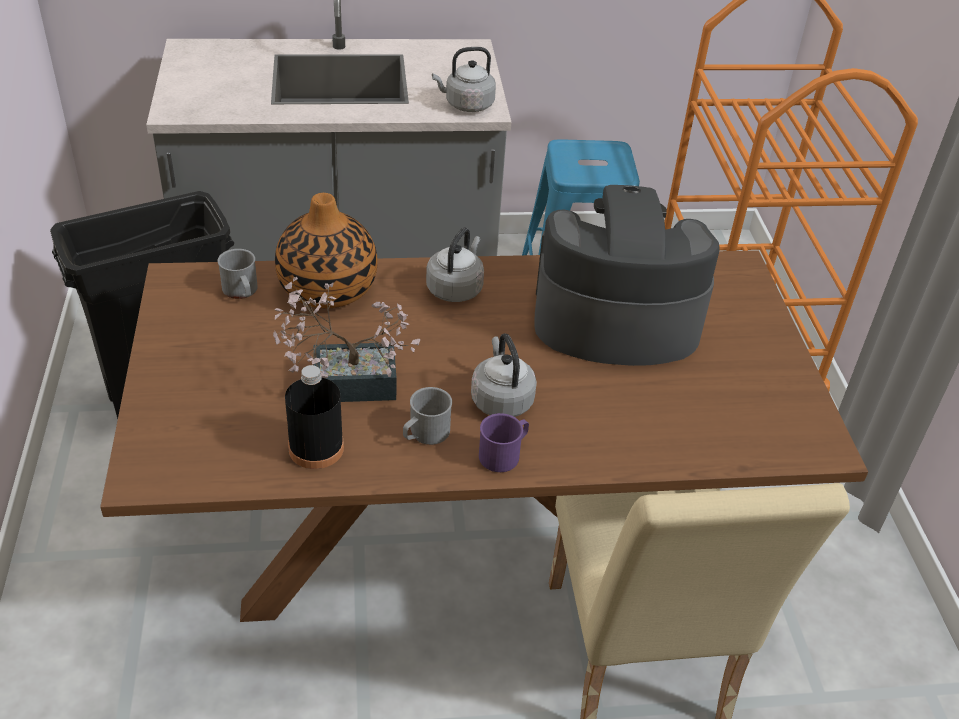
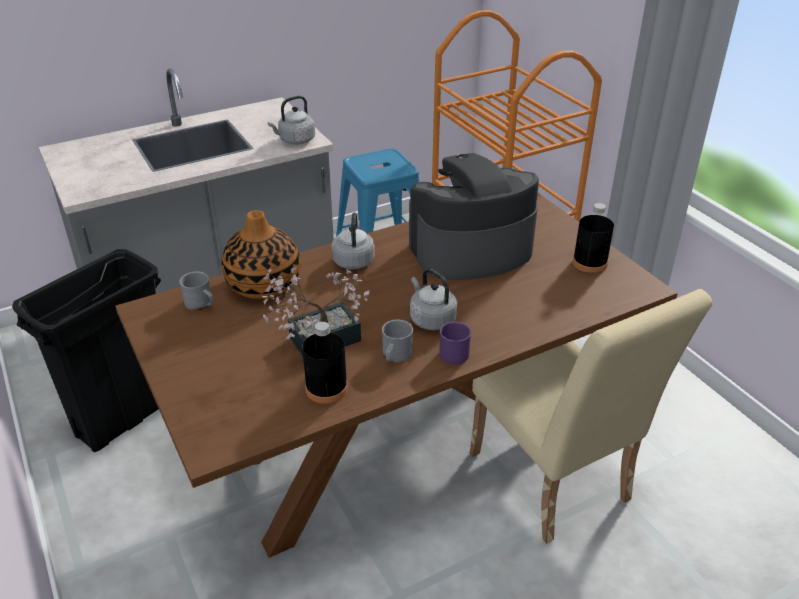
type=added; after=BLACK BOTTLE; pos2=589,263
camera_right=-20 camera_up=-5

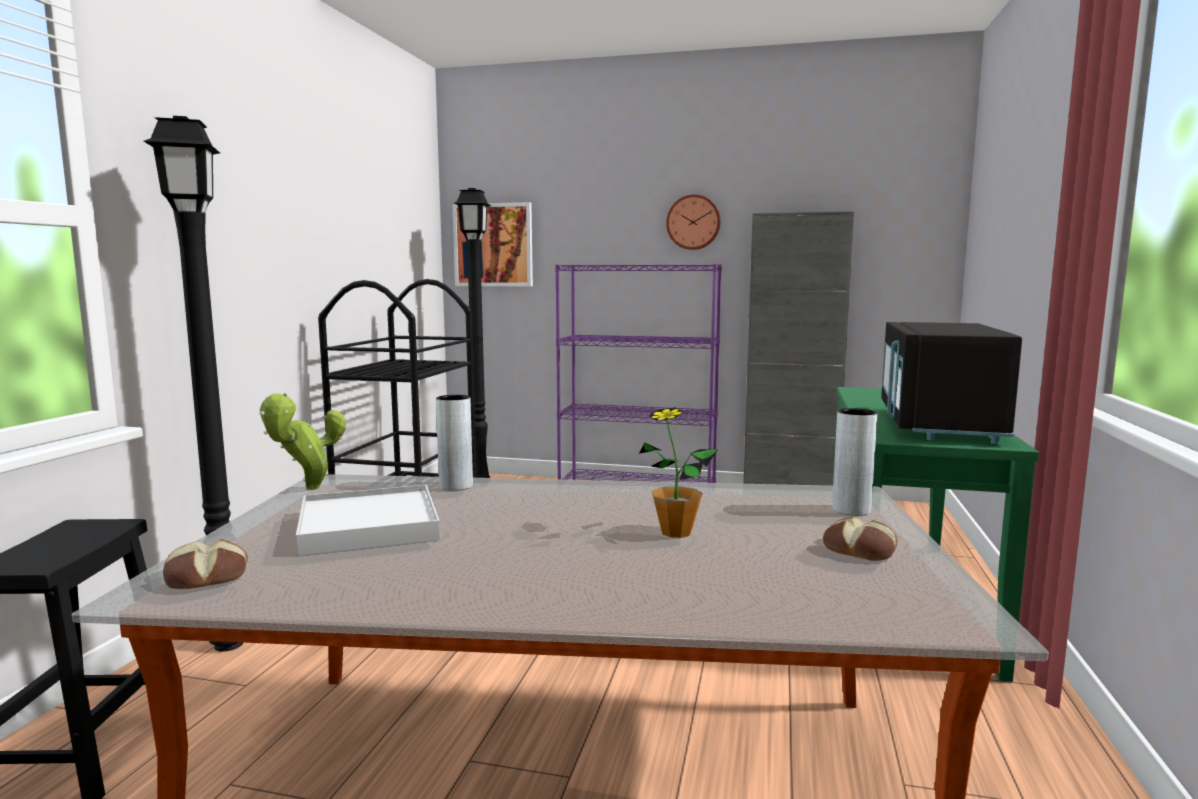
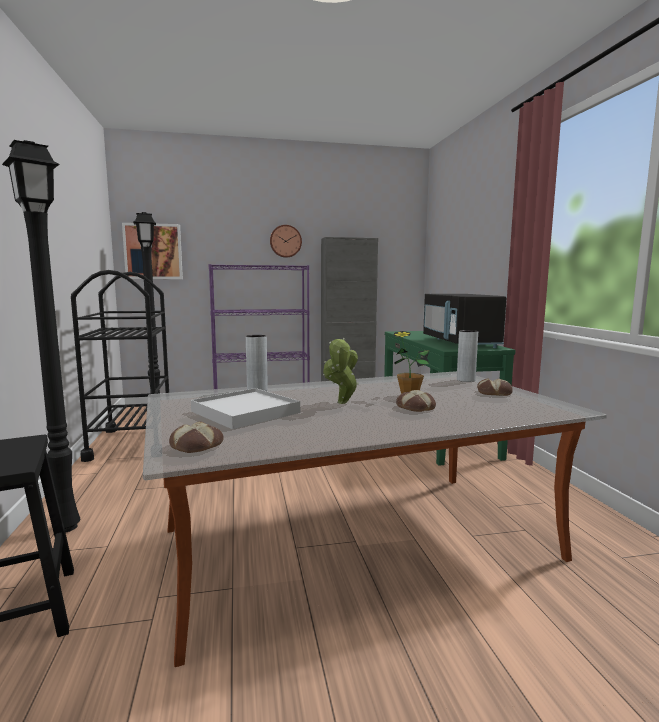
type=added; after=BREAD; pos2=414,407
type=moved; before=POTTED PLANT; pos1=308,489; pos2=341,403
camera_right=-25 camera_up=0

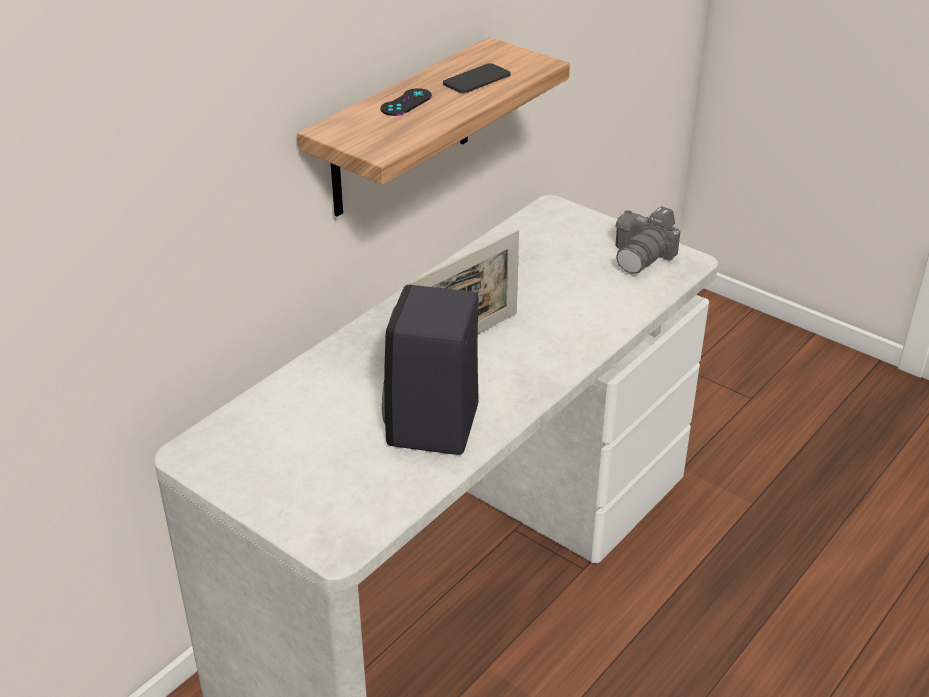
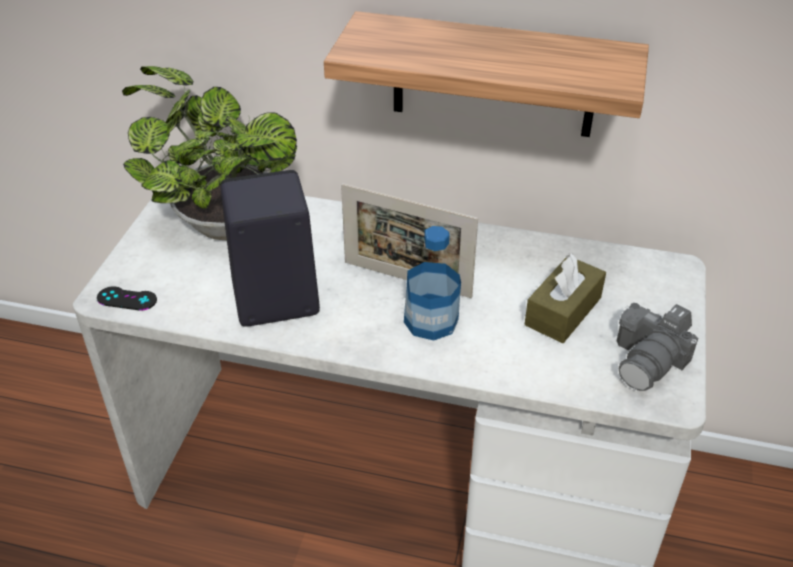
type=removed; before=PHONE; pos1=476,79
type=added; after=POTTED PLANT; pos2=221,222
type=added; after=BOTTLE; pos2=431,320
type=added; after=BROWN TISSUE BOX; pos2=563,311
type=moved; before=BLACK GAME CONTROLLER; pos1=406,102; pos2=127,299
type=turned; before=PHOTO CAMERA; pos1=643,256; pos2=649,360; turn=-60
camera_right=65 camera_up=5

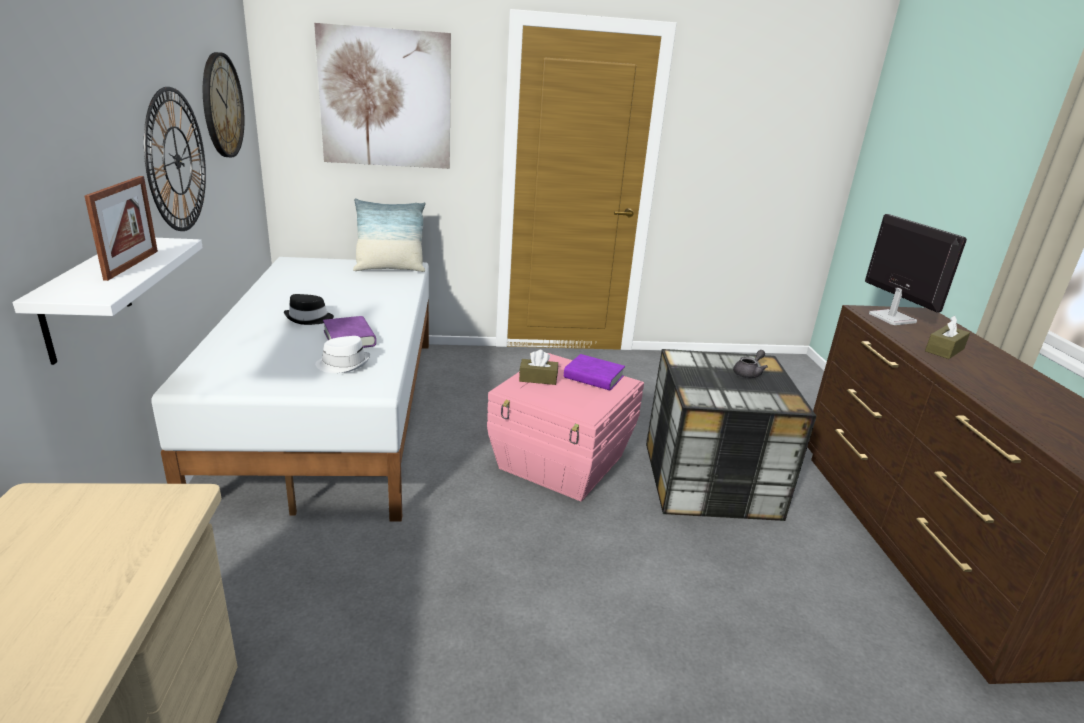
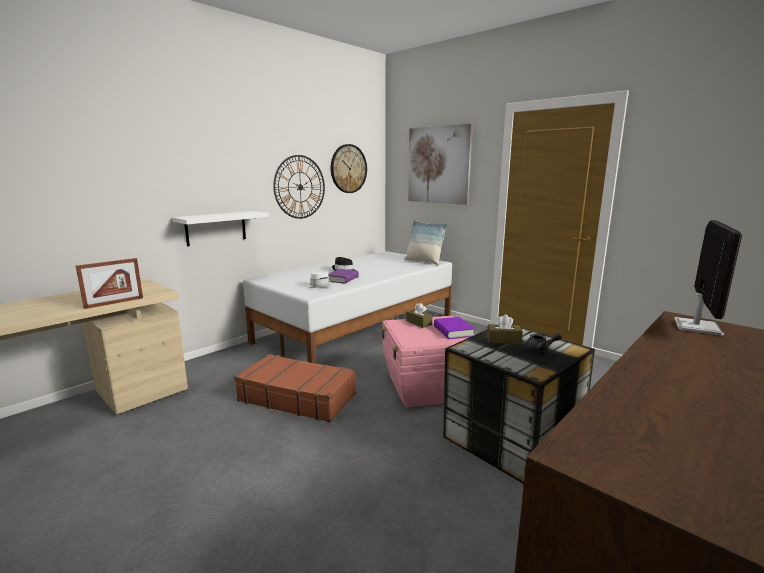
type=added; after=BROWN SUITCASE; pos2=297,397
type=moved; before=PICTURE FRAME; pos1=132,265; pos2=114,303
type=moved; before=BROWN TISSUE BOX; pos1=944,350; pos2=503,340
camera_right=50 camera_up=-10

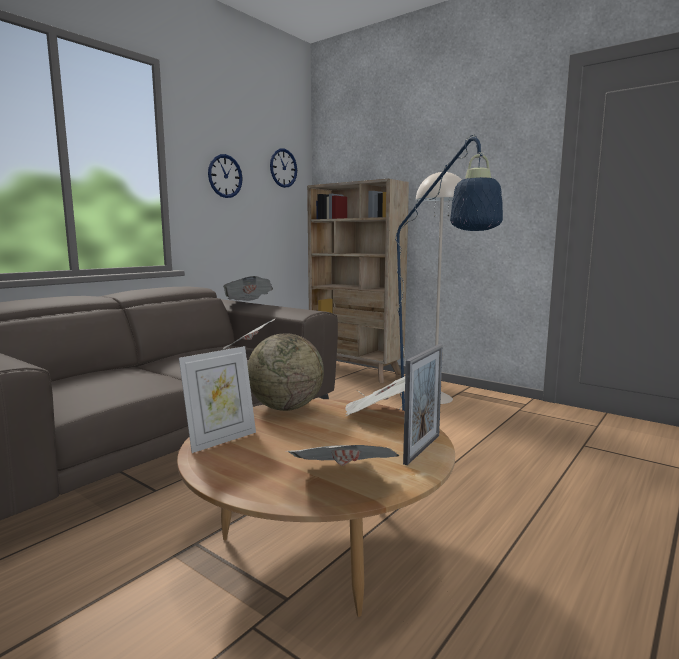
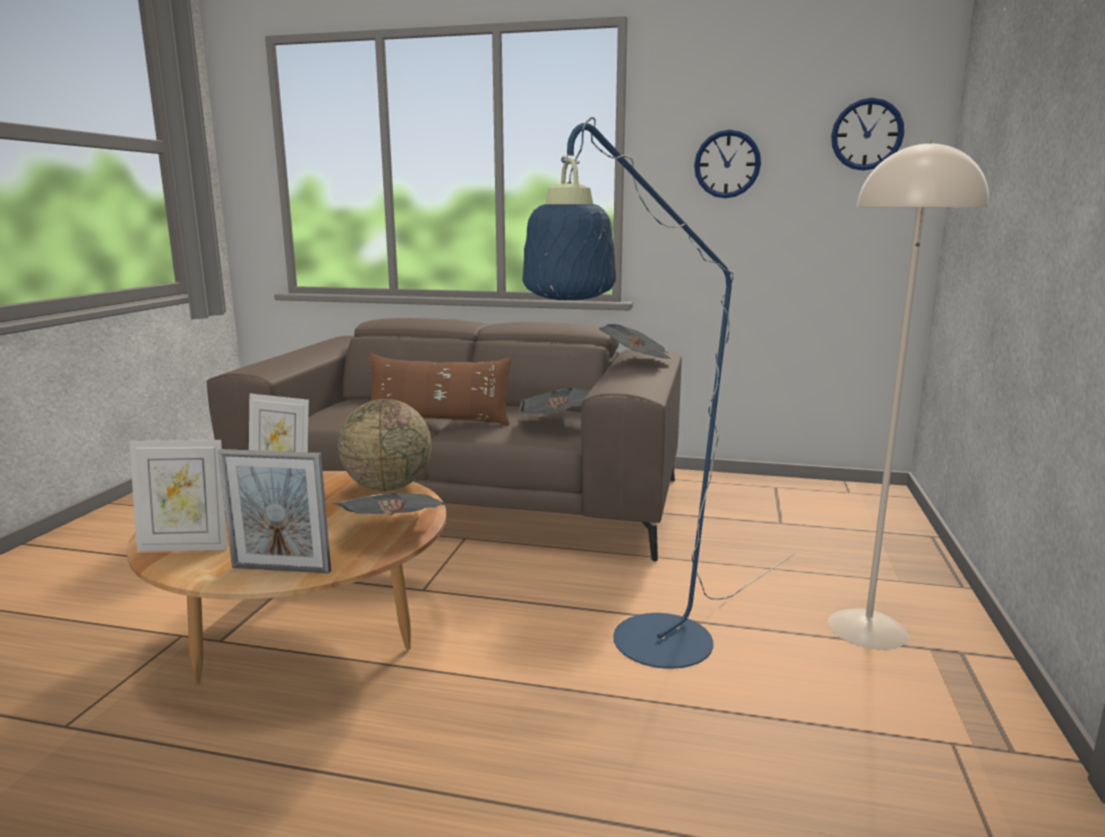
type=removed; before=BEIGE BOOKCASE; pos1=355,371
type=added; after=BROWN PILLOW; pos2=439,420
type=replaced; before=NEWSPAPER; after=PICTURE FRAME; pos1=343,483; pos2=185,546
camera_right=65 camera_up=5

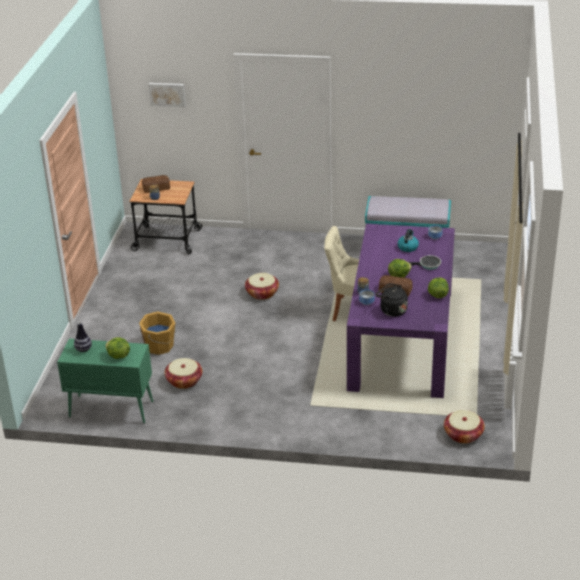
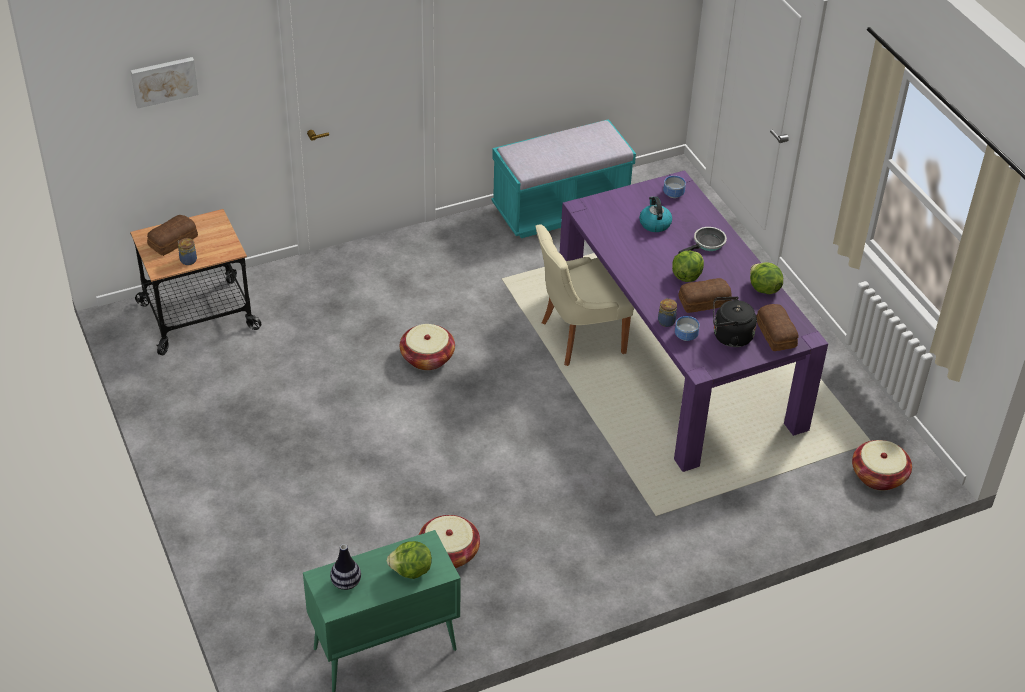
type=removed; before=ORANGE BUCKET; pos1=160,346
type=added; after=BREAD; pos2=776,333
camera_right=-35 camera_up=10

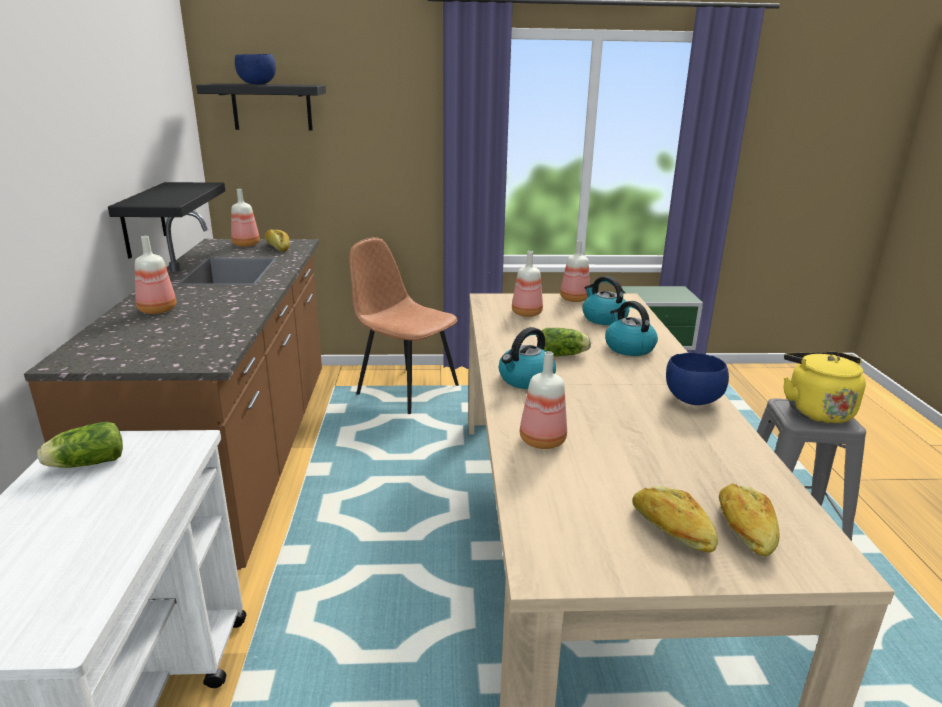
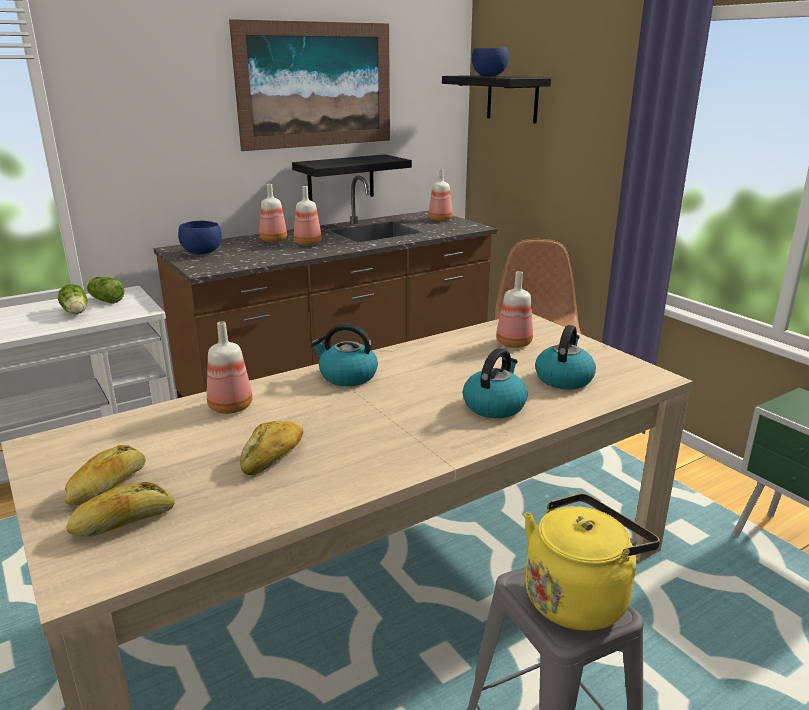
type=added; after=PICTURE; pos2=316,85
type=moved; before=BREAD; pos1=278,247; pos2=274,457
type=moved; before=LETTUCE; pos1=564,355; pos2=76,312
type=moved; before=BOTTLE; pos1=574,299; pos2=307,243
type=moved; before=BLUE BOWL; pos1=691,400; pos2=201,253
camera_right=60 camera_up=0

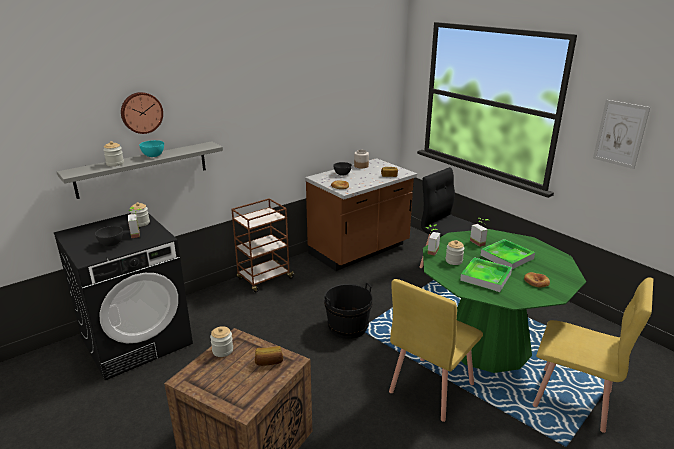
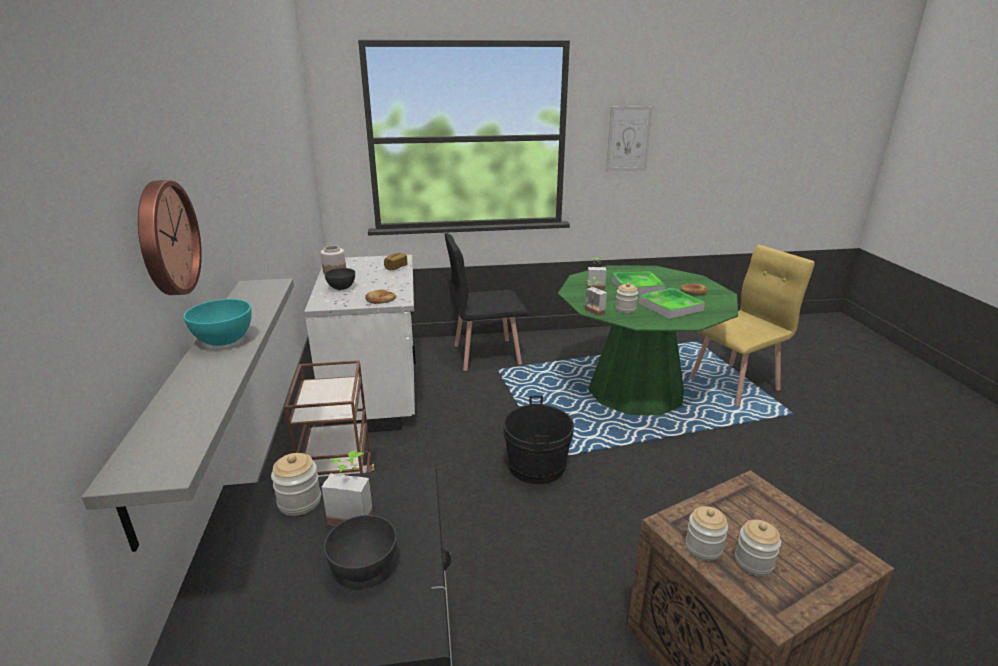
type=removed; before=BREAD; pos1=269,362
type=removed; before=YELLOW CHAIR; pos1=430,388
type=moved; before=JAR; pos1=115,163; pos2=753,562
type=recoloured; before=BROWN COUNTER; after=WHITE COUNTER; pos1=360,250; pos2=376,393
camera_right=-60 camera_up=0

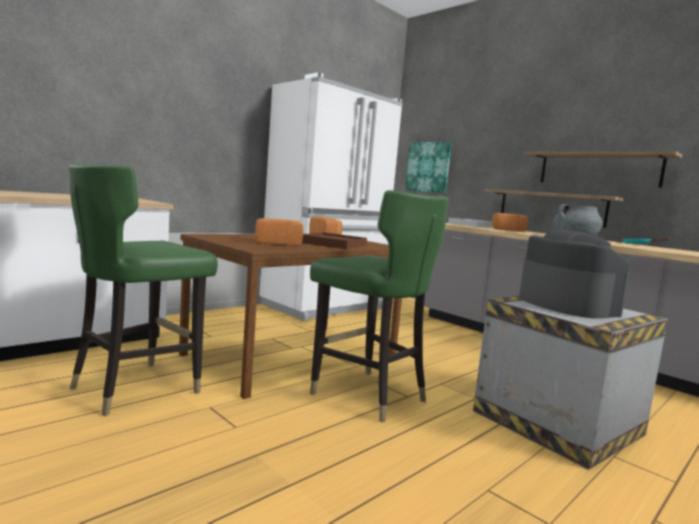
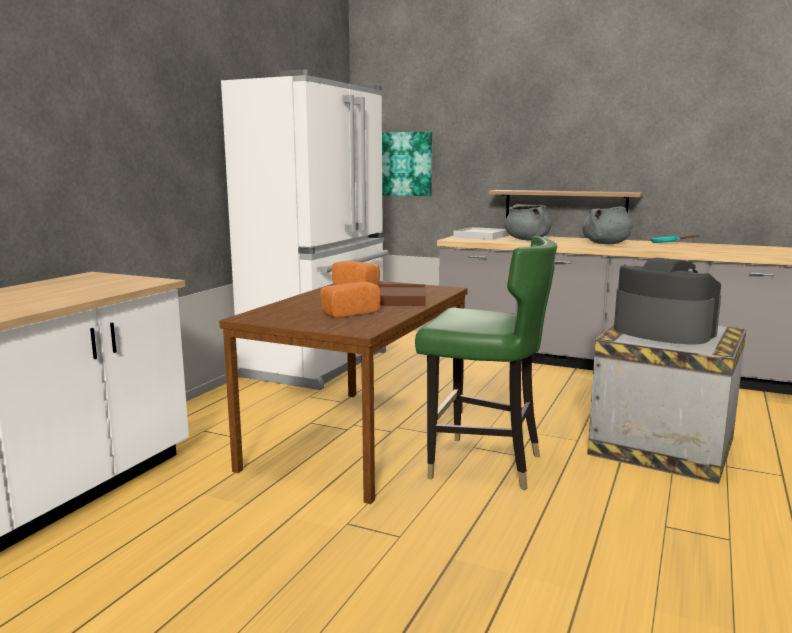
type=removed; before=GREEN CHAIR; pos1=136,388
type=removed; before=SHELF; pos1=598,169
type=replaced; before=BREAD; after=GREY COOKING POT; pos1=507,230; pos2=527,240
camera_right=-20 camera_up=5

